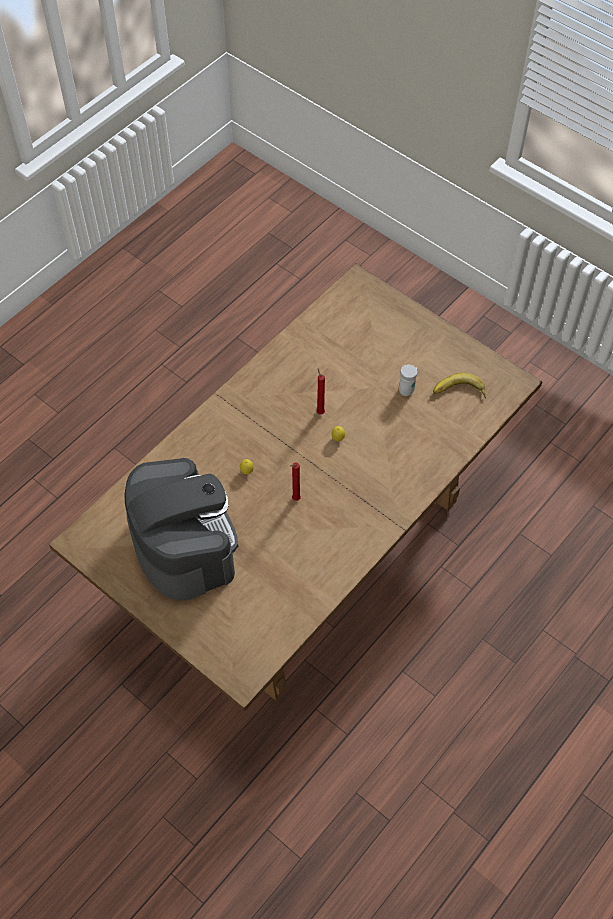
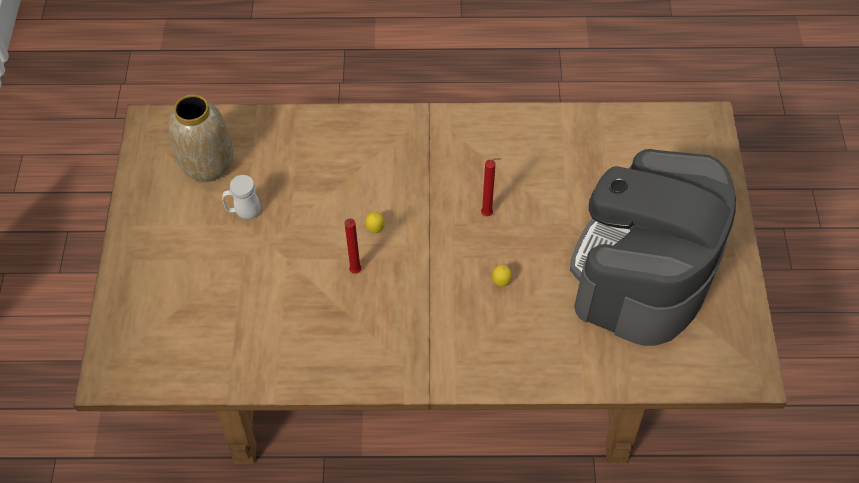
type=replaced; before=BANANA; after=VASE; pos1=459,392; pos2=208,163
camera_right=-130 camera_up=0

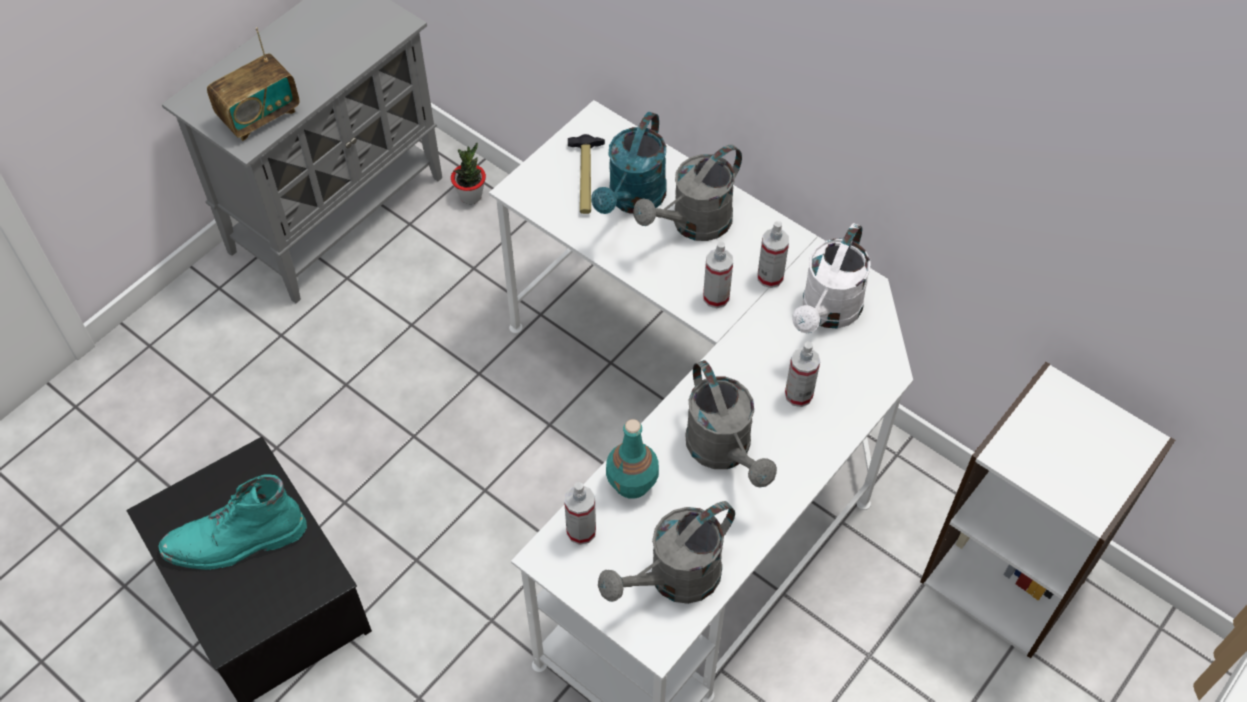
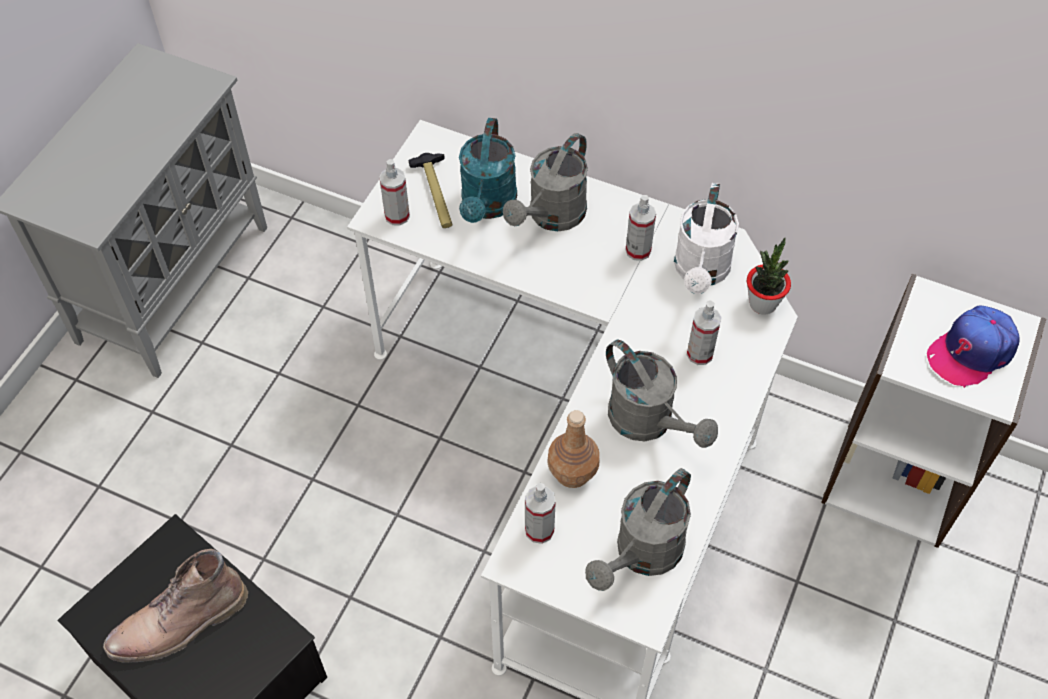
type=removed; before=RADIO; pos1=260,116
type=added; after=CAP; pos2=971,351
type=moved; before=POTTED PLANT; pos1=471,196; pos2=762,303
type=moved; before=SPRAY BOTTLE; pos1=716,297; pos2=397,216
type=recoloured; before=TURQUOISE BOOT; after=BROWN BOOT; pos1=234,542; pos2=179,624
type=recoloured; before=TURQUOISE BOTTLE; after=BROWN BOTTLE; pos1=632,483; pos2=573,472
camera_right=-15 camera_up=0

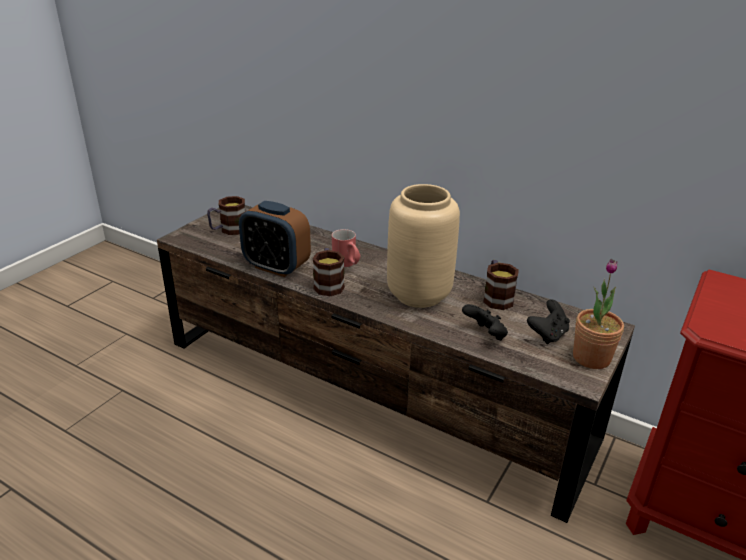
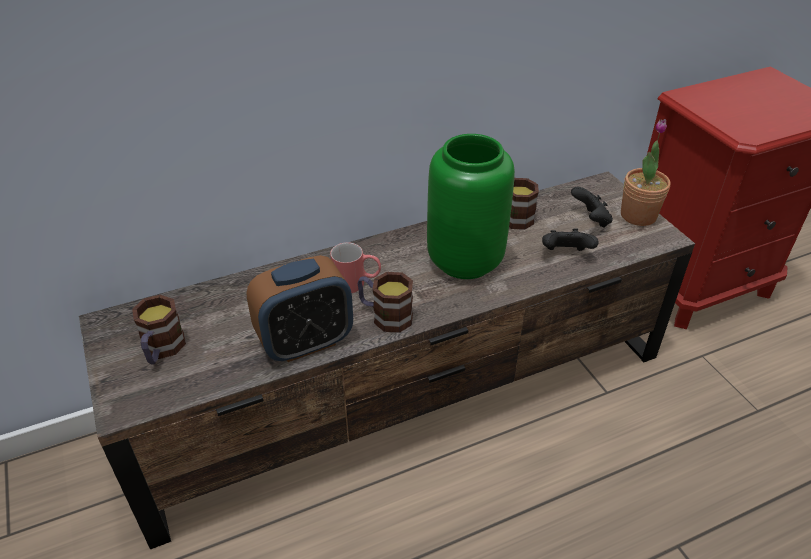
type=recoloured; before=BEIGE VASE; after=GREEN VASE; pos1=420,295; pos2=466,260
camera_right=-55 camera_up=10

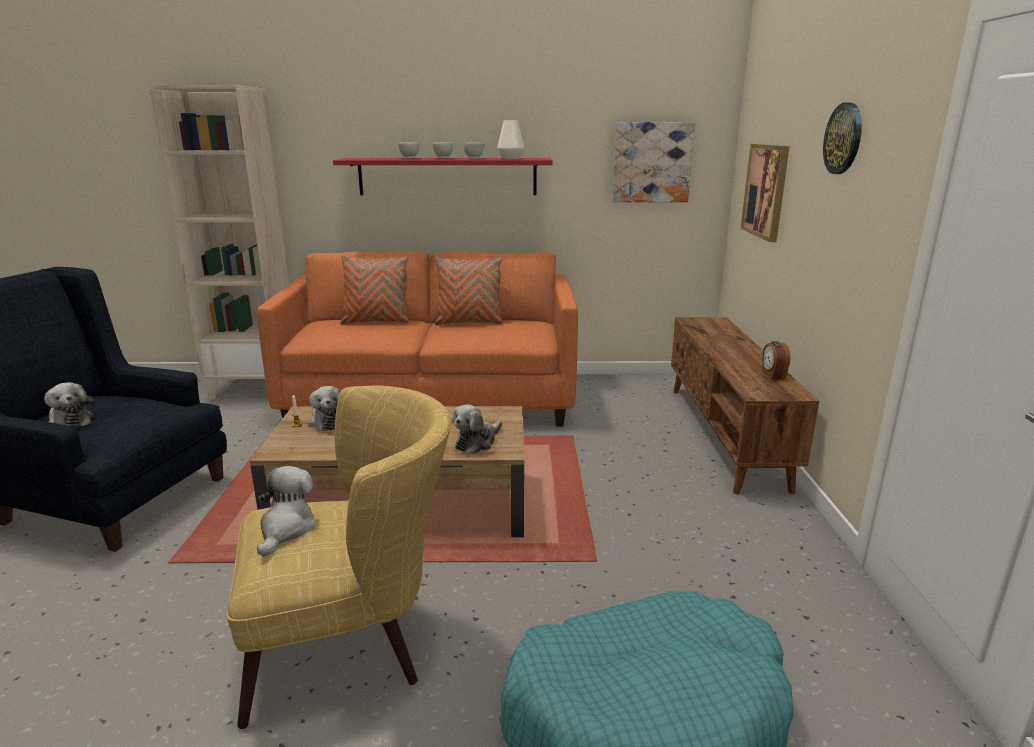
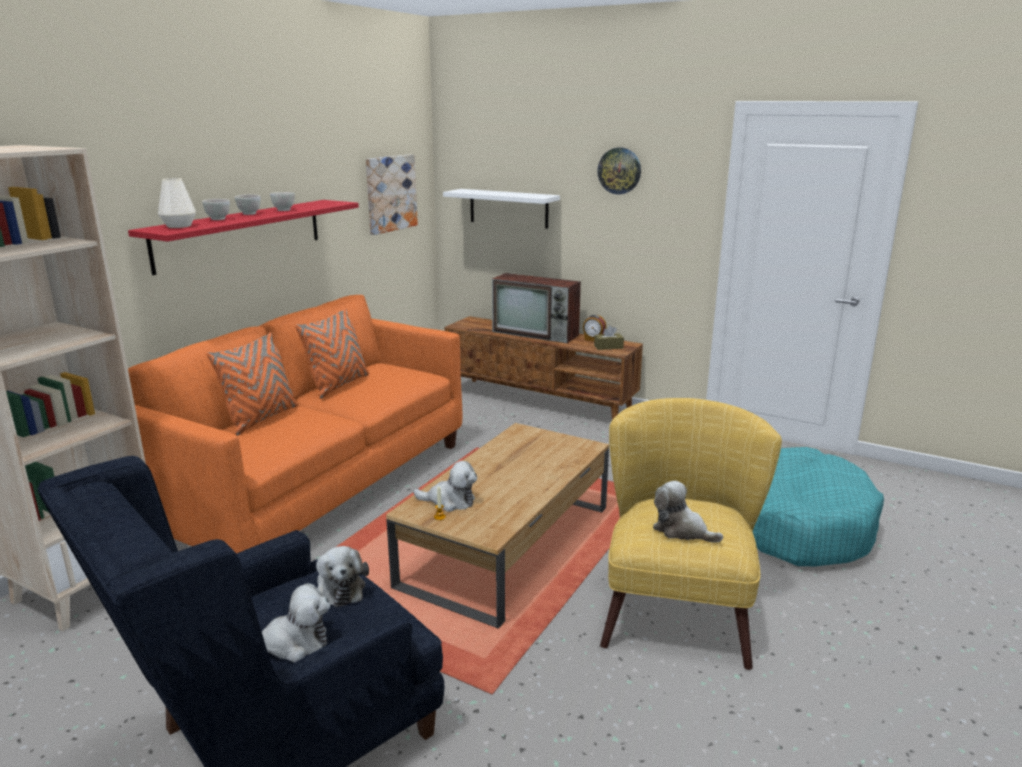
type=added; after=TELEVISION; pos2=537,333
type=added; after=BROWN TISSUE BOX; pos2=608,347
type=moved; before=PLUSH TOY; pos1=477,442; pos2=339,588
type=moved; before=WHITE VASE; pos1=510,158; pos2=179,226
type=replaced; before=PICTURE; after=WHITE SHELF; pos1=766,191; pos2=508,208
camera_right=-60 camera_up=0

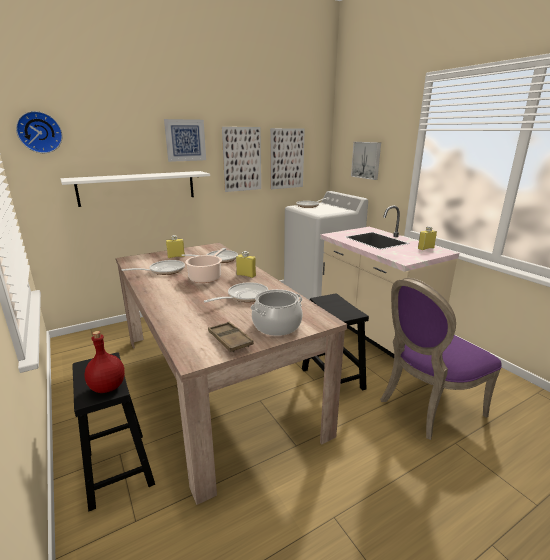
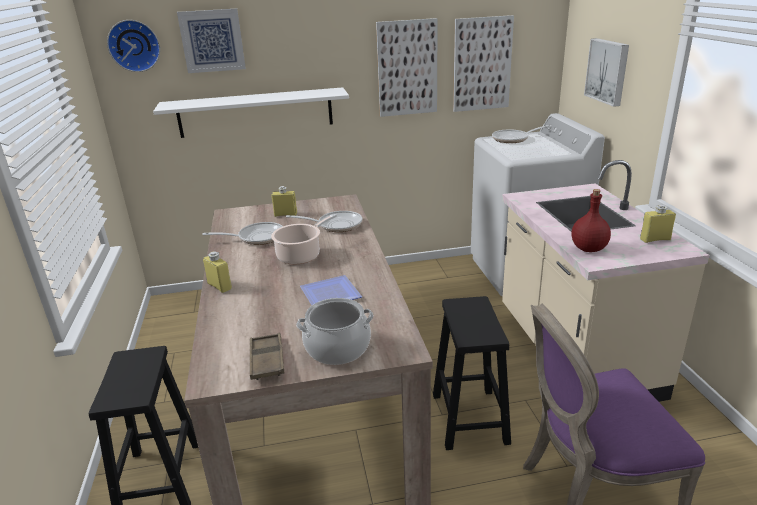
type=moved; before=RED BOTTLE; pos1=107,387; pos2=588,249
type=moved; before=PICTURE; pos1=185,140; pos2=212,41
type=moved; before=YELLOW BOTTLE; pos1=246,275; pos2=219,286
type=replaced; before=FRYING PAN; after=PLATE; pos1=244,296; pos2=328,294
camera_right=20 camera_up=5

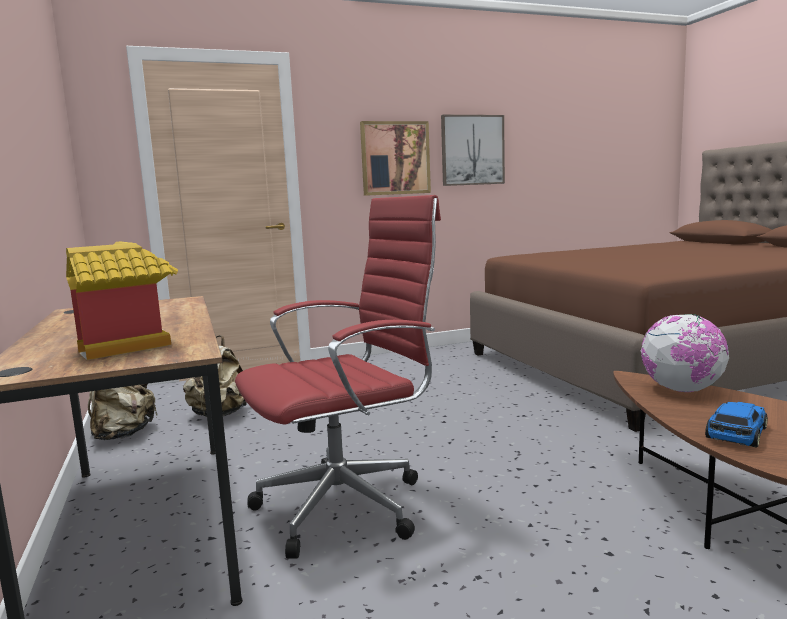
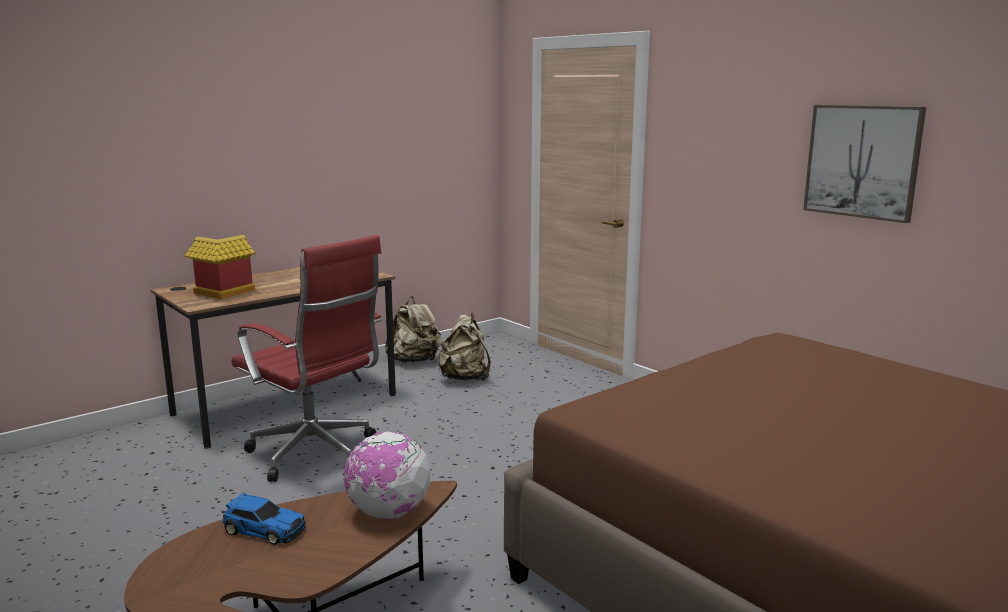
type=removed; before=PICTURE; pos1=395,158
camera_right=70 camera_up=5

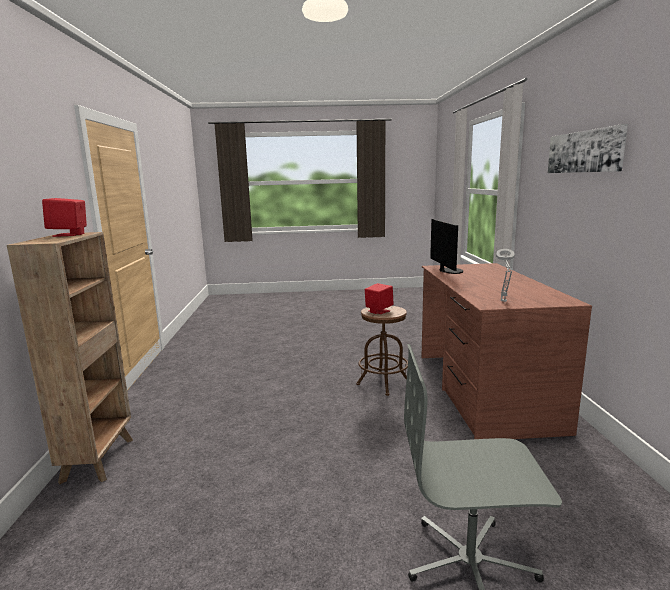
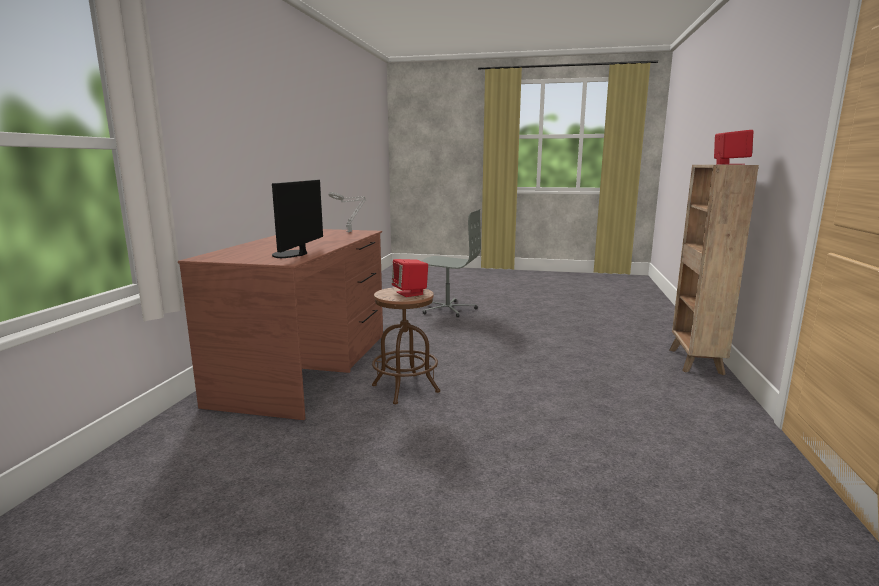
type=removed; before=PICTURE; pos1=585,151
camera_right=-165 camera_up=0

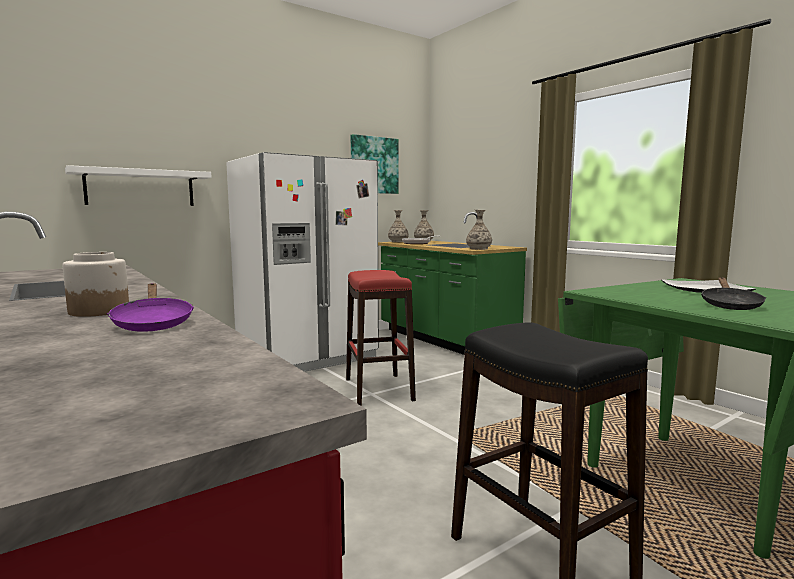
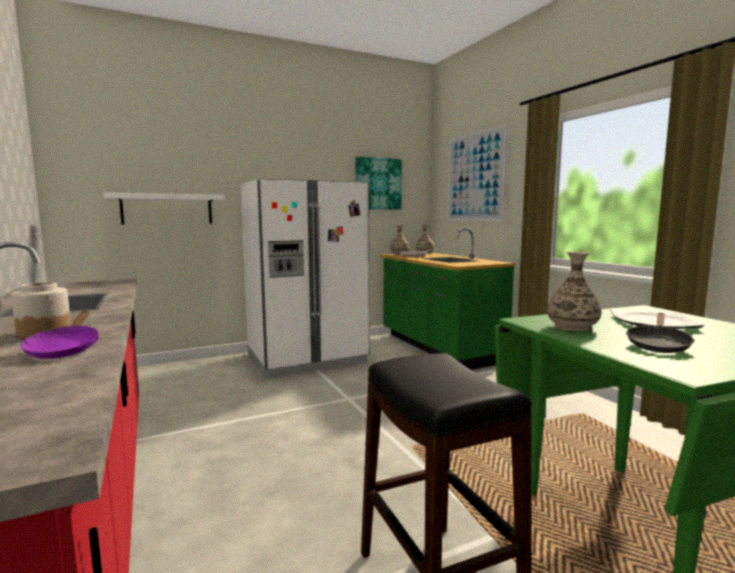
type=removed; before=RED STOOL; pos1=379,389
type=added; after=PICTURE; pos2=475,177
type=moved; before=VASE; pos1=479,249; pos2=572,327
camera_right=10 camera_up=0

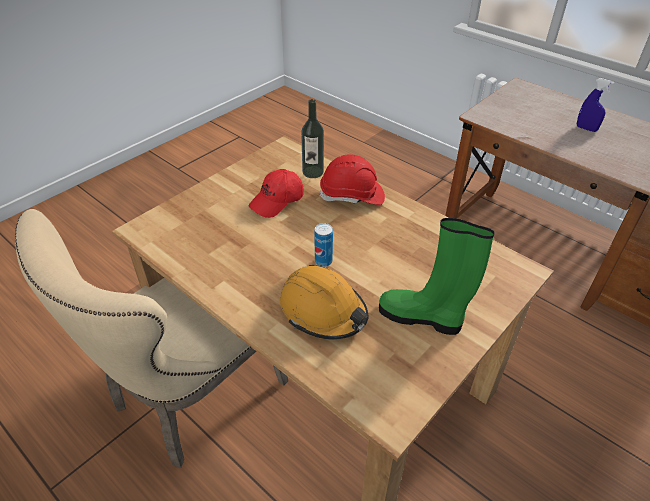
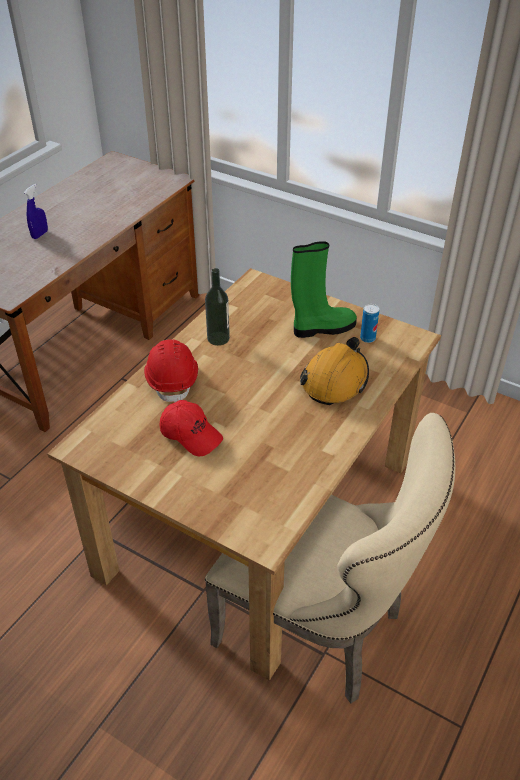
type=moved; before=BOTTLE; pos1=313,172; pos2=218,338
type=moved; before=CAN; pos1=323,261; pos2=367,338
type=turned; before=GREEN BOOT; pos1=422,317; pos2=322,328; turn=-120
camera_right=-100 camera_up=0

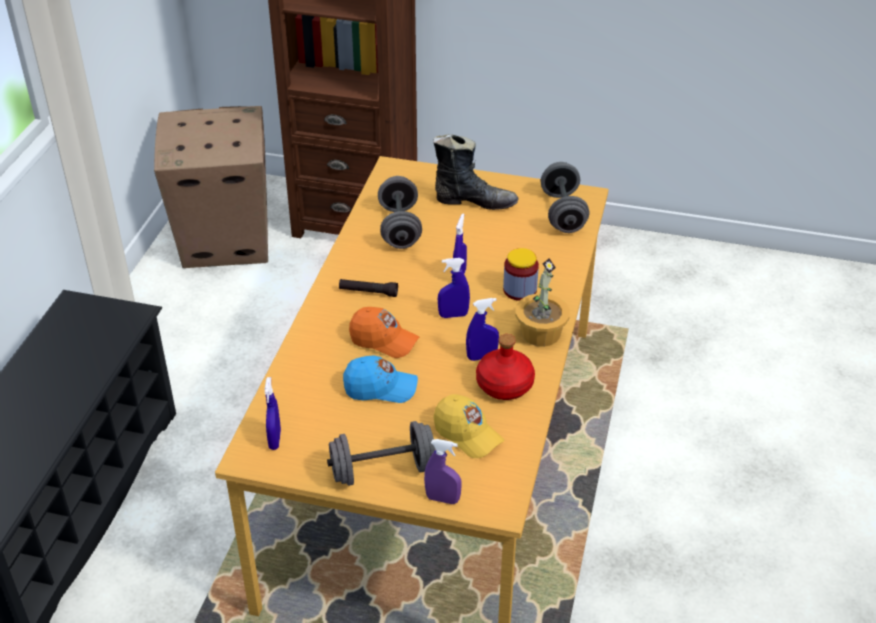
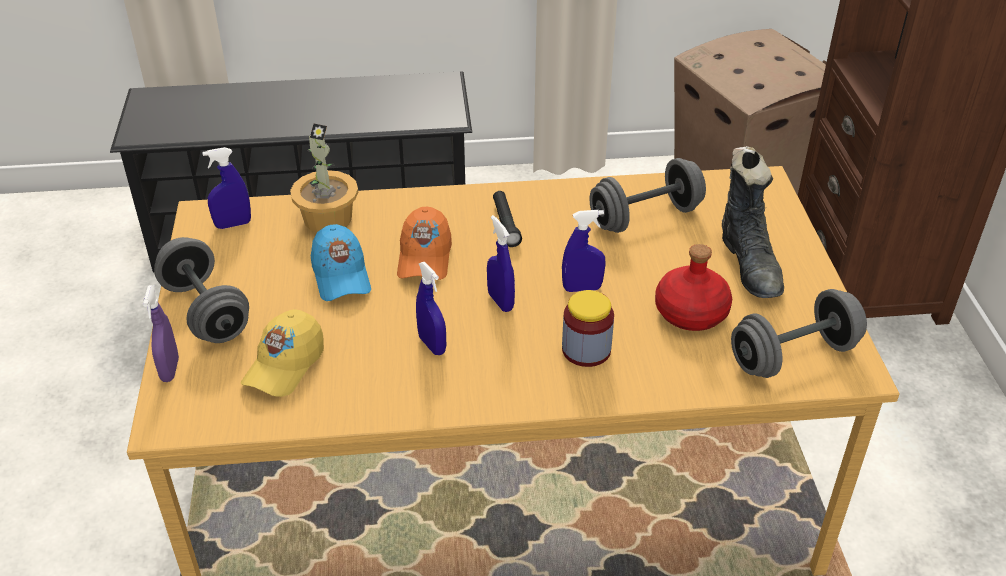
type=moved; before=RED BOTTLE; pos1=504,385; pos2=690,312
type=moved; before=POTTED PLANT; pos1=540,333; pos2=328,218
camera_right=70 camera_up=0

